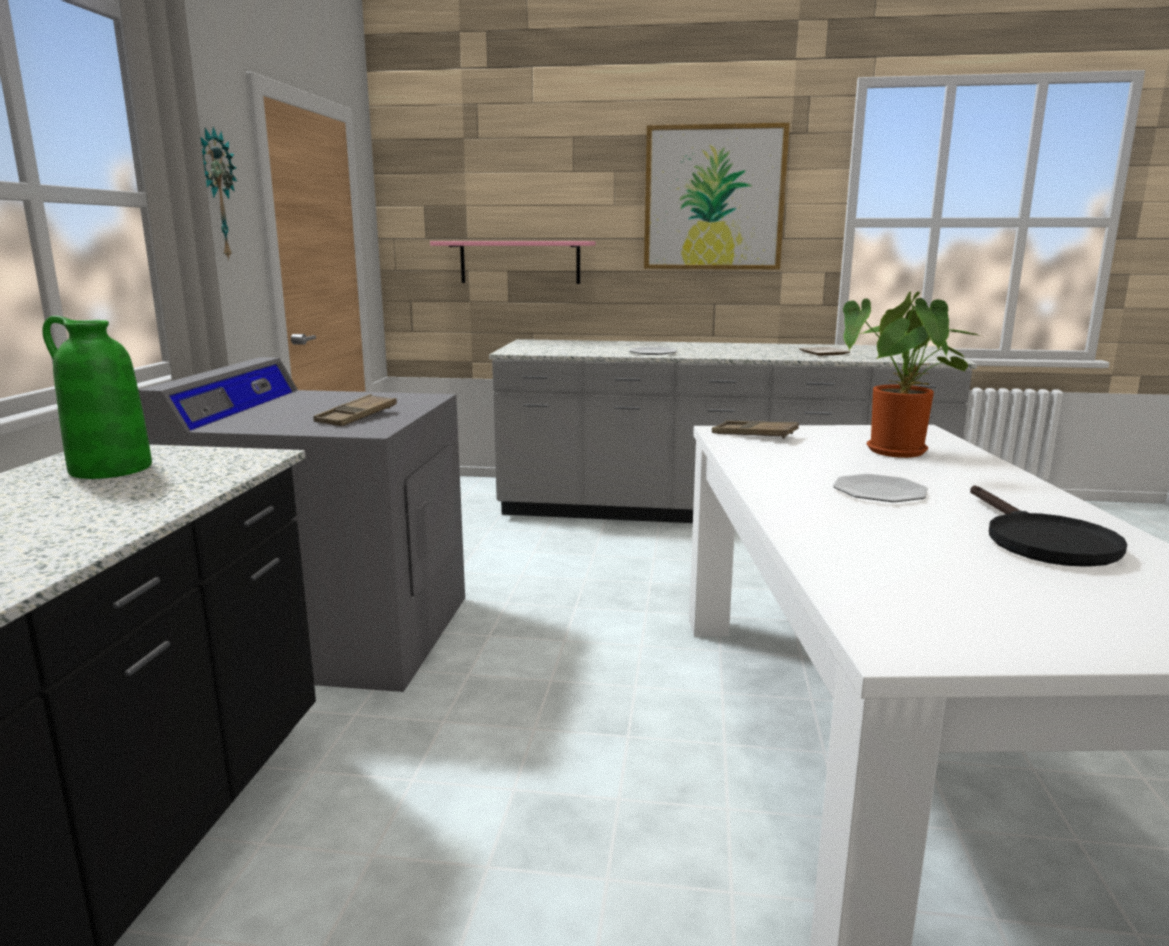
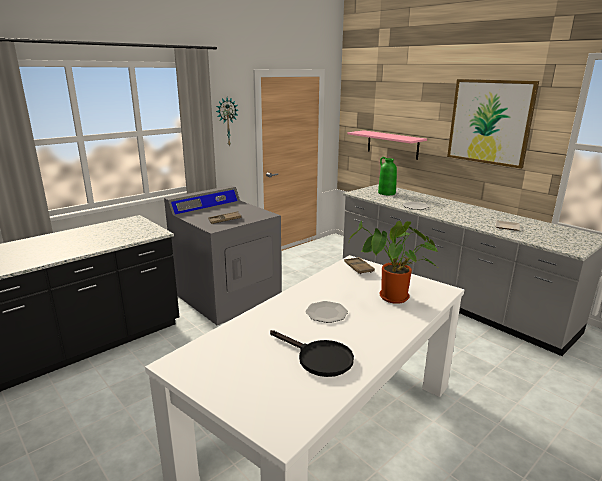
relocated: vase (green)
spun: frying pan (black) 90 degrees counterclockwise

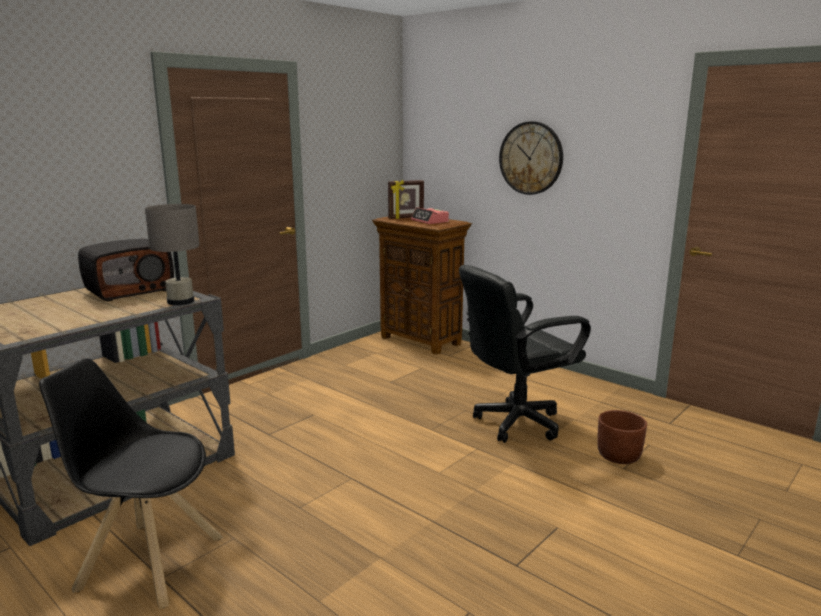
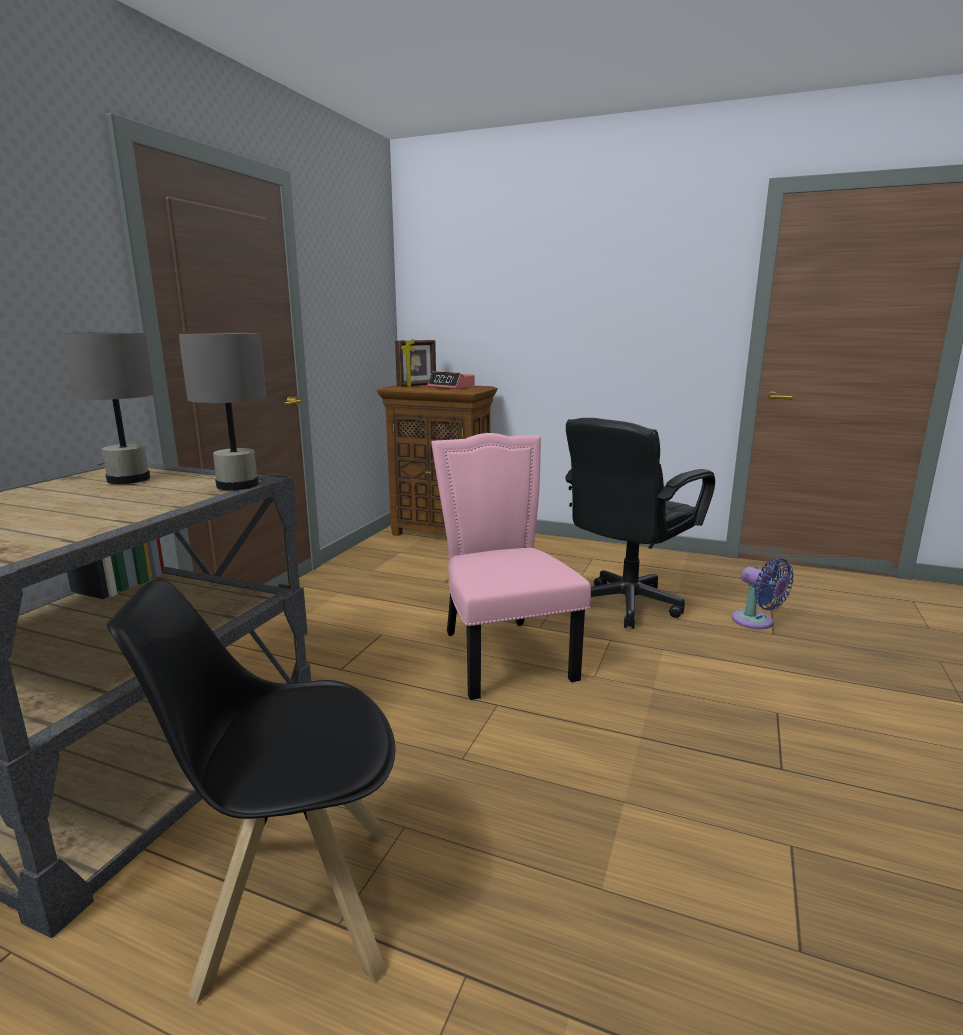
missing: wall clock
appeared: chair (pink)
exchanged: radio to table lamp (grey) (no. 1 from left); planter (brown) to fan (blue)

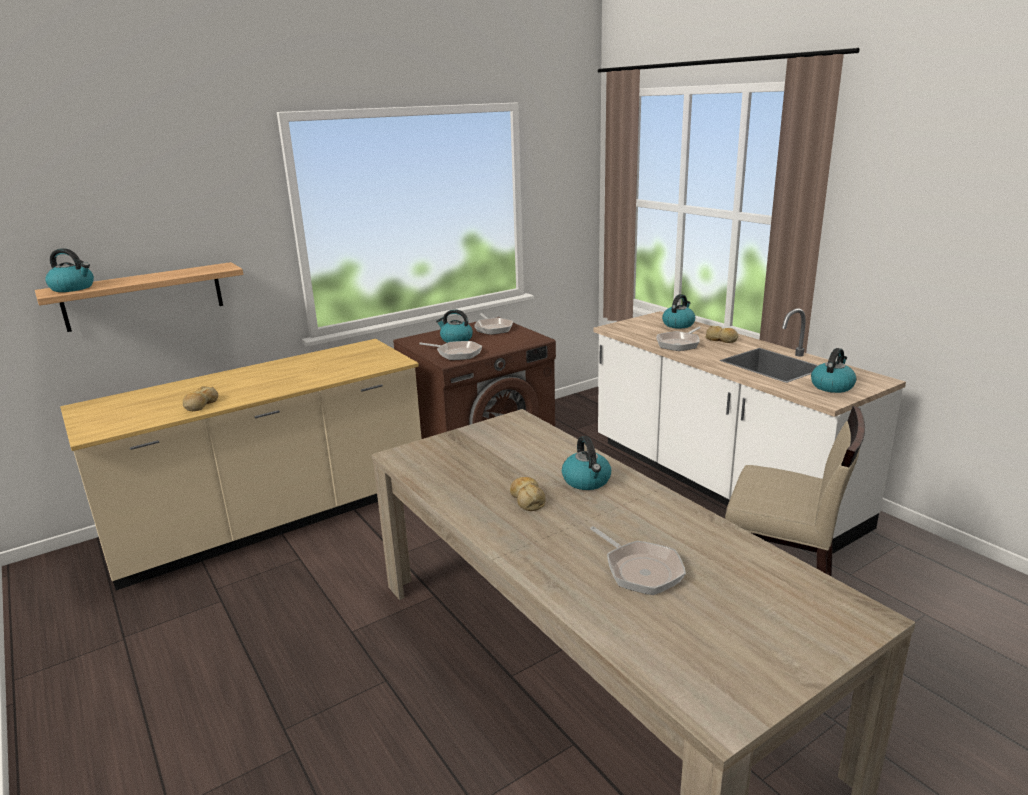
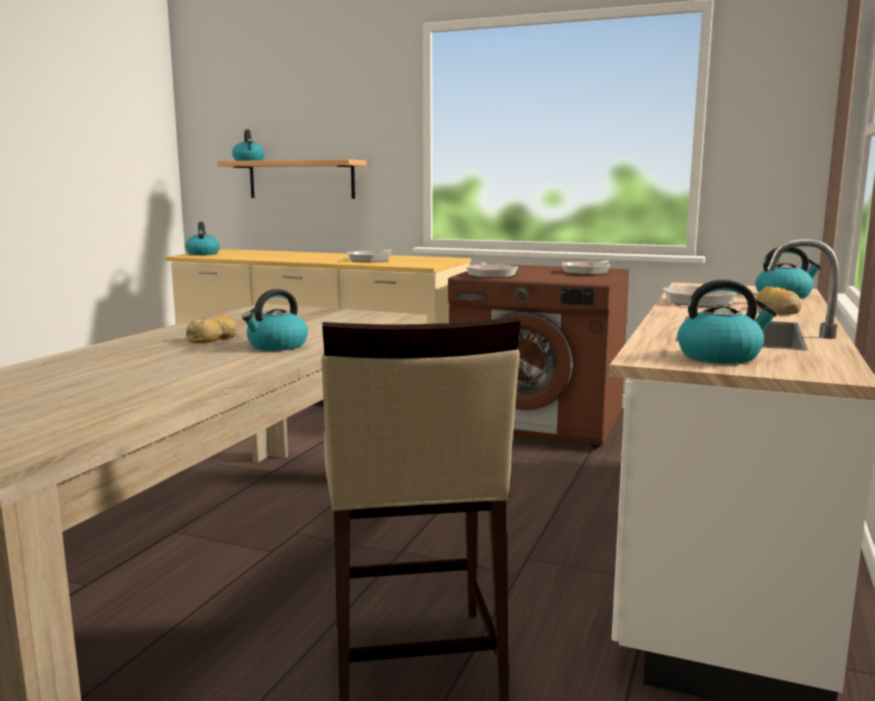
missing: bread (no. 1 from left)
relocated: kettle (no. 2 from left in the first image) to kettle (no. 1 from left); frying pan (no. 3 from left in the first image) to frying pan (no. 1 from left)

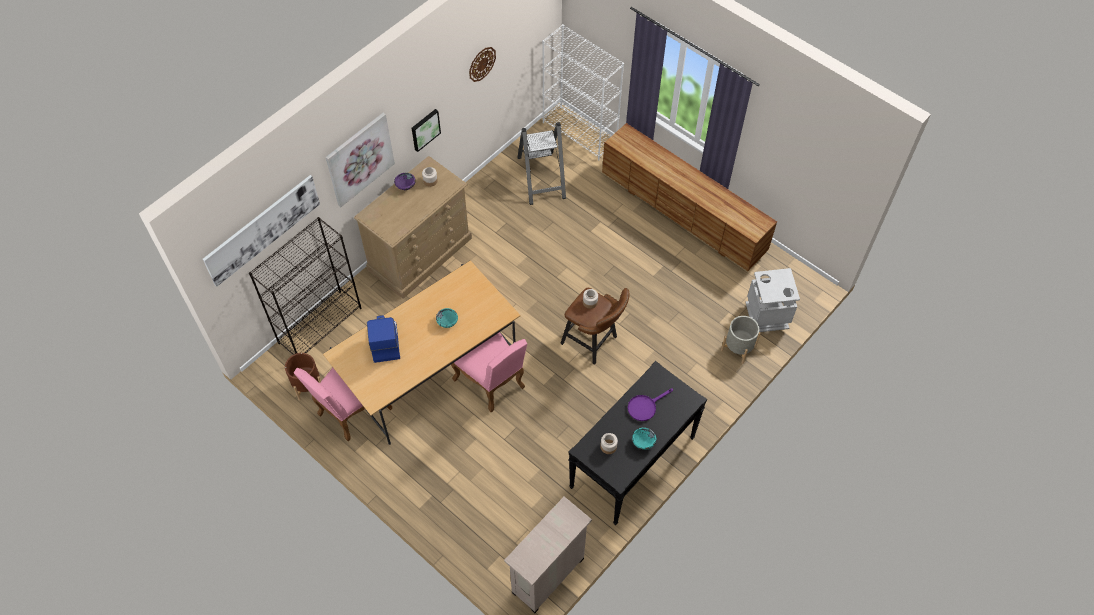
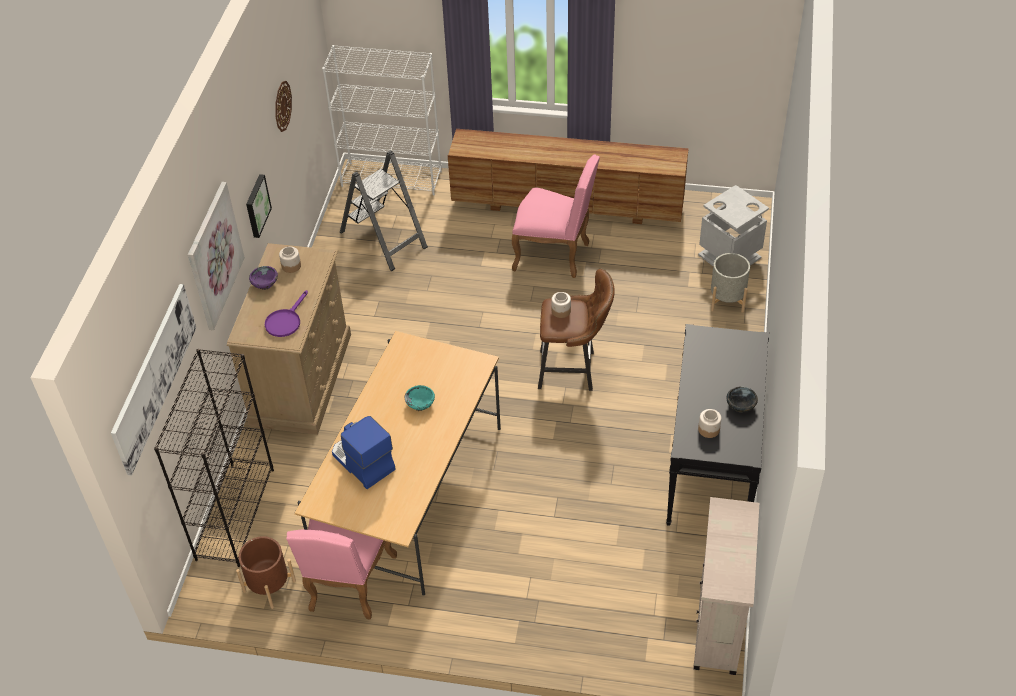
relocated: chair (pink) (no. 2 from left); frying pan (purple)
colour: bowl (turquoise) (no. 2 from left) to bowl (black)

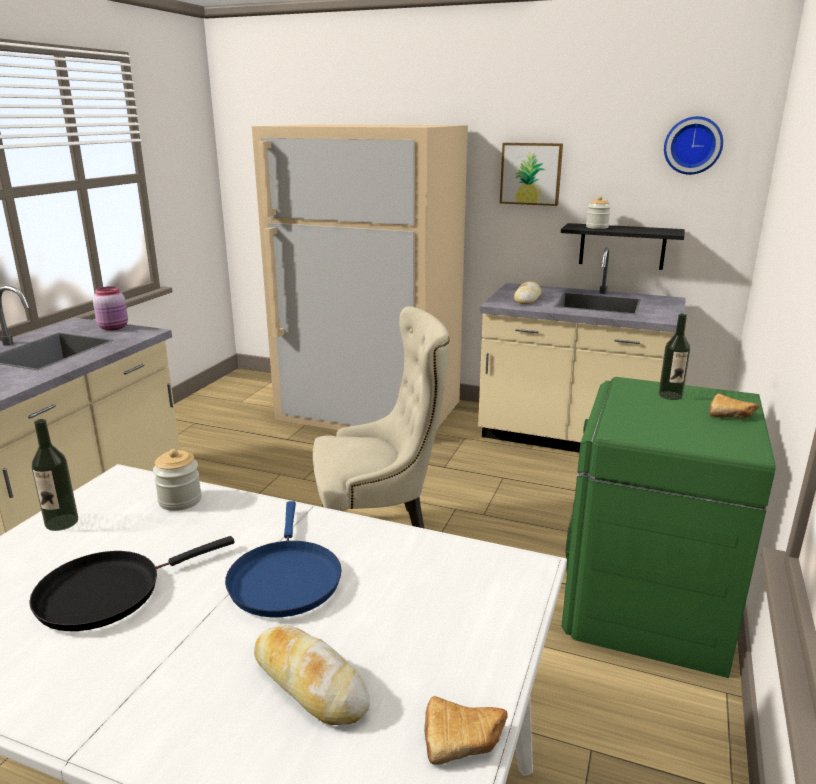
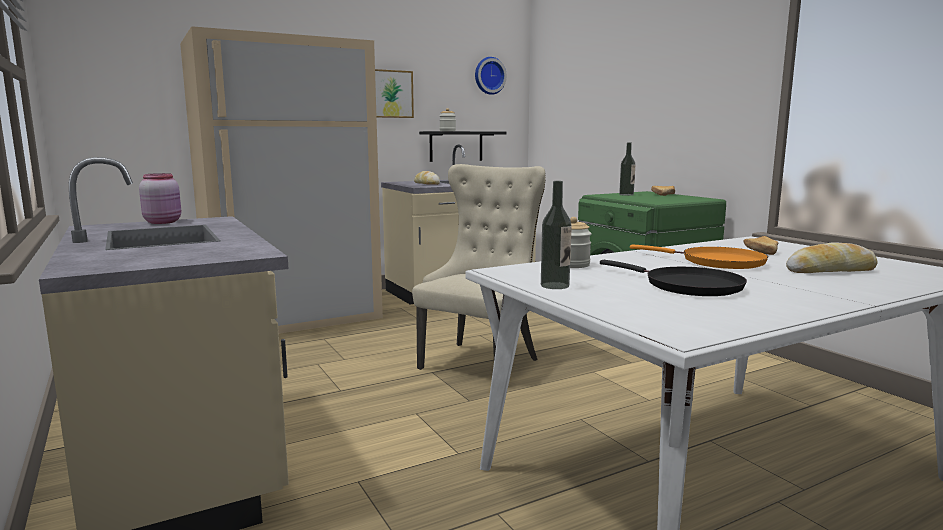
relocated: bread (no. 2 from left in the first image) to bread (no. 3 from left)
colour: frying pan (blue) to frying pan (orange)
spun: frying pan (black) 45 degrees counterclockwise

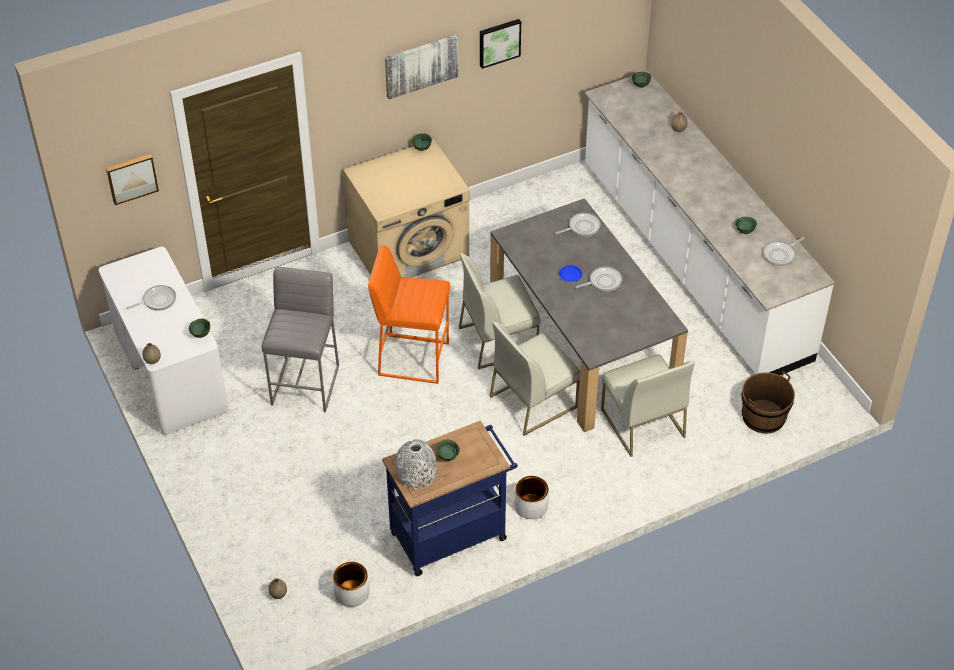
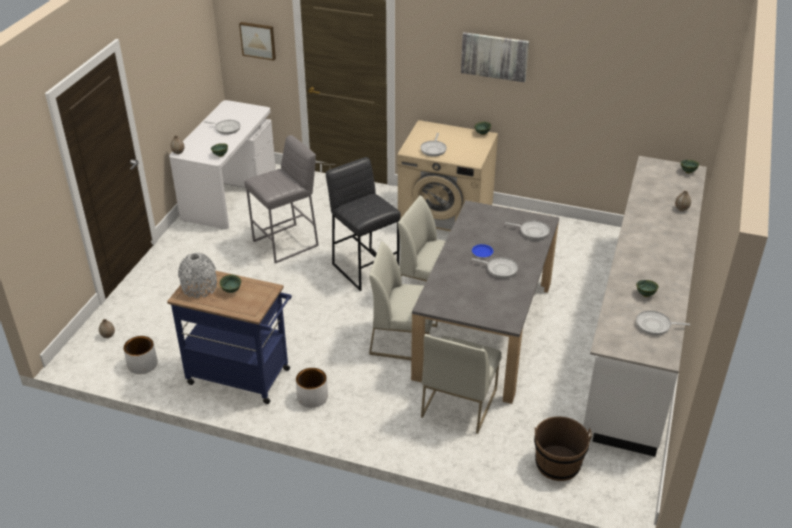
missing: picture (no. 3 from left)
appeared: frying pan (no. 2 from left)
colour: stool (orange) to stool (grey) (no. 2 from left)

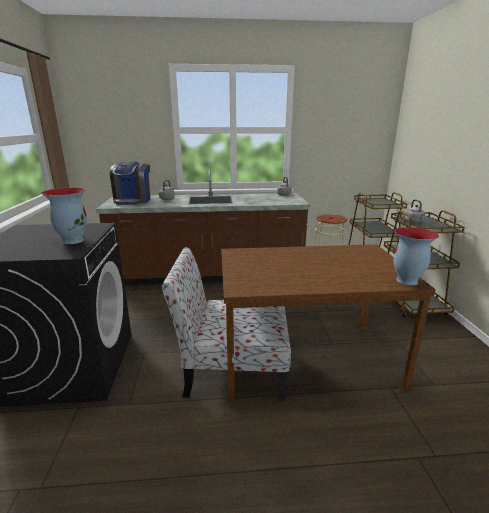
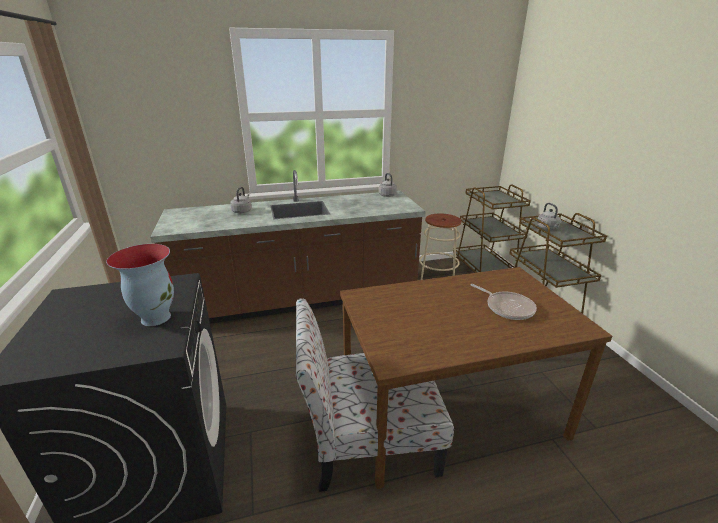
missing: coffee machine; vase (no. 2 from left)
appeared: frying pan

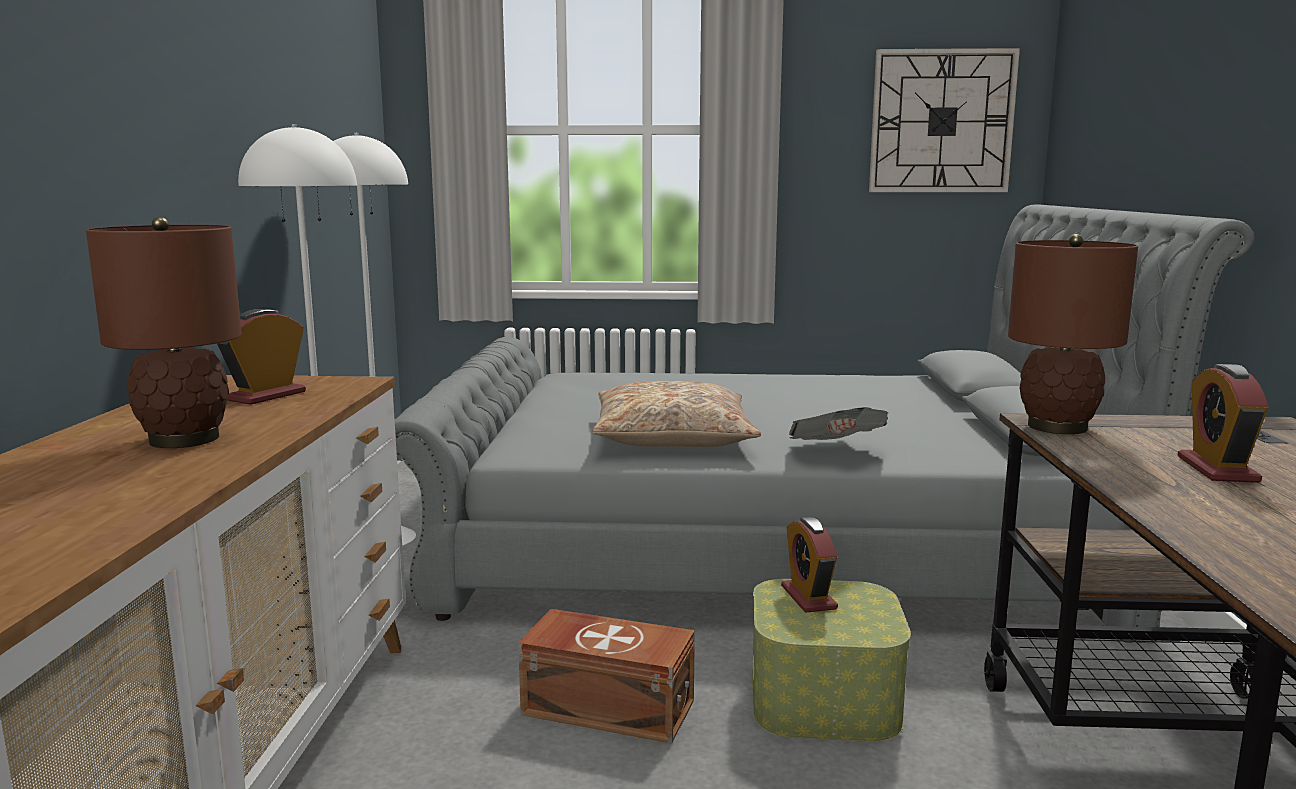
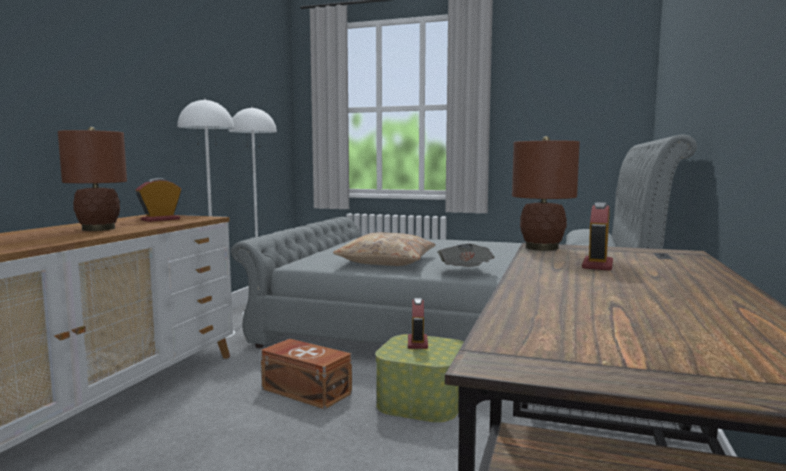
missing: wall clock

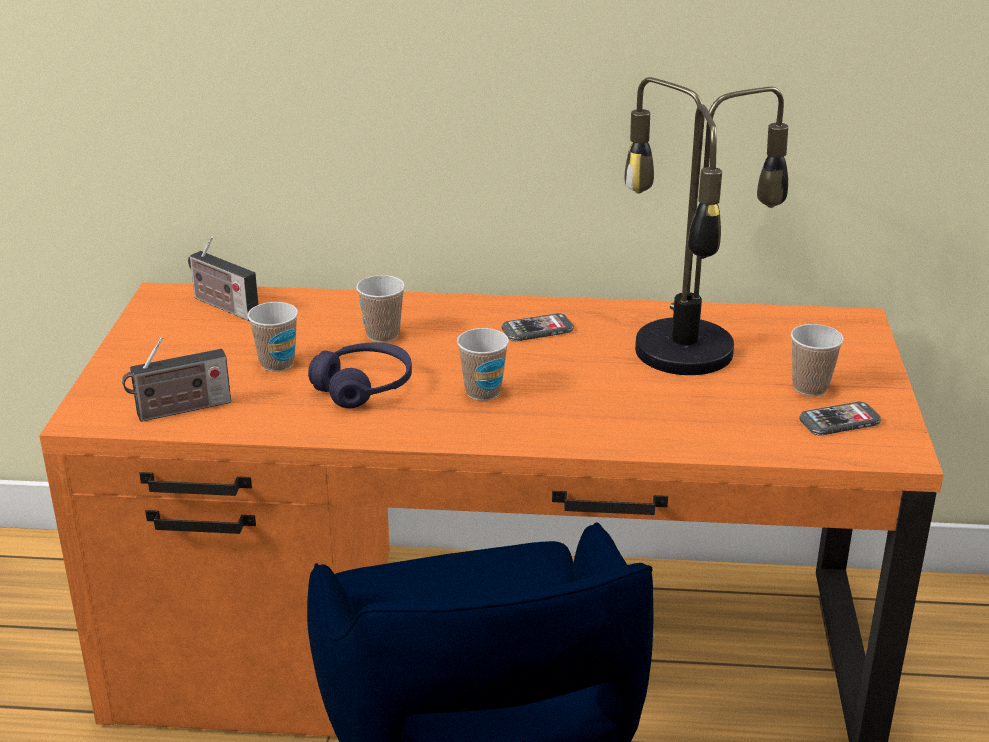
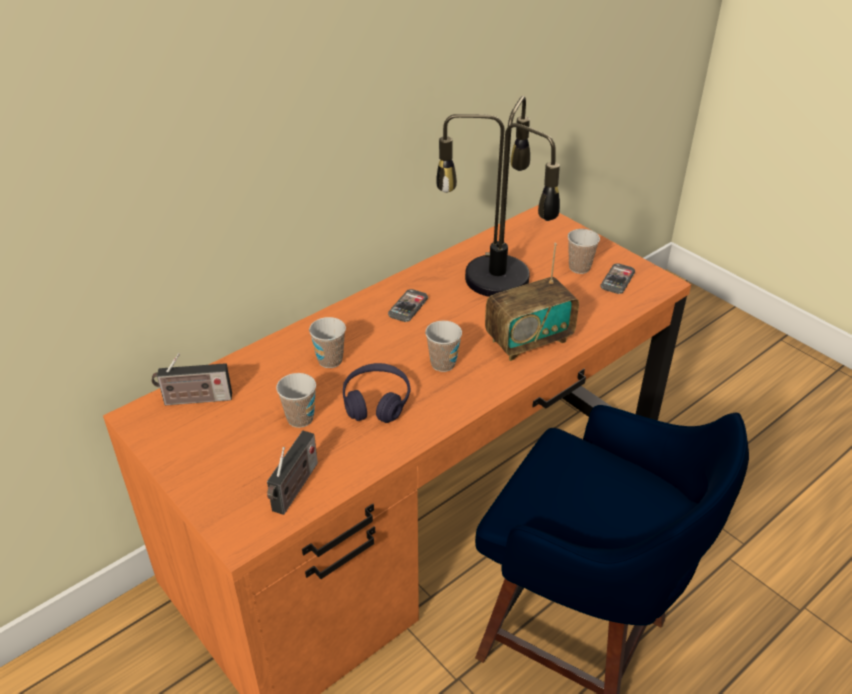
appeared: radio (no. 3 from left)

